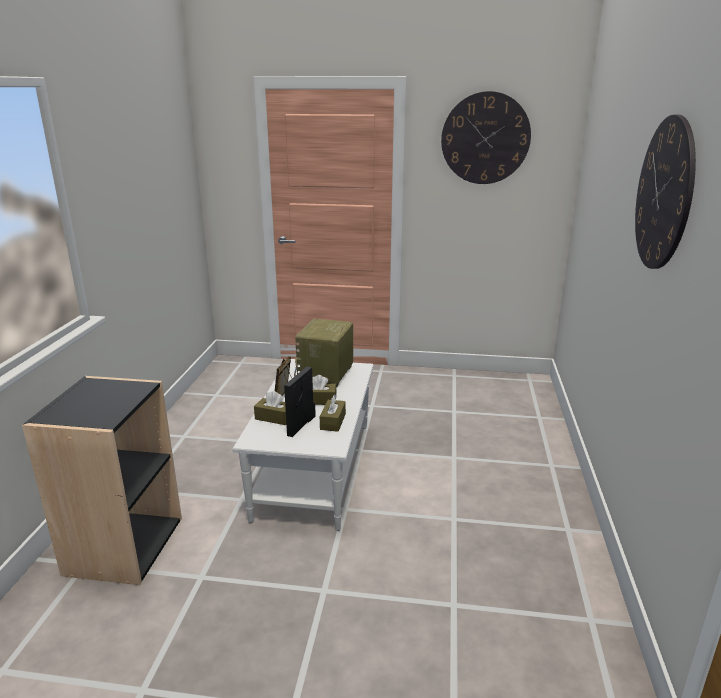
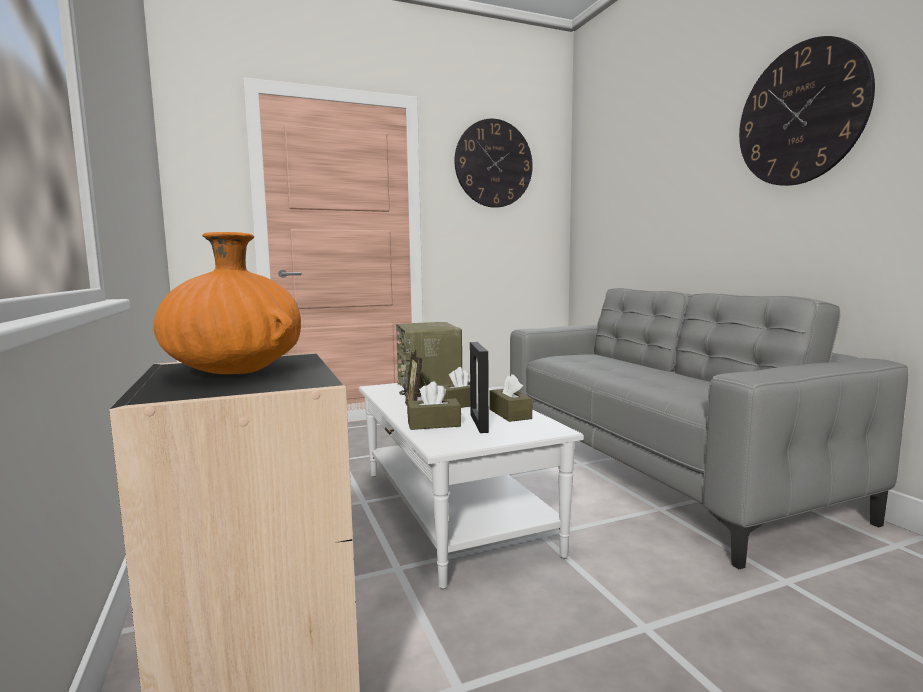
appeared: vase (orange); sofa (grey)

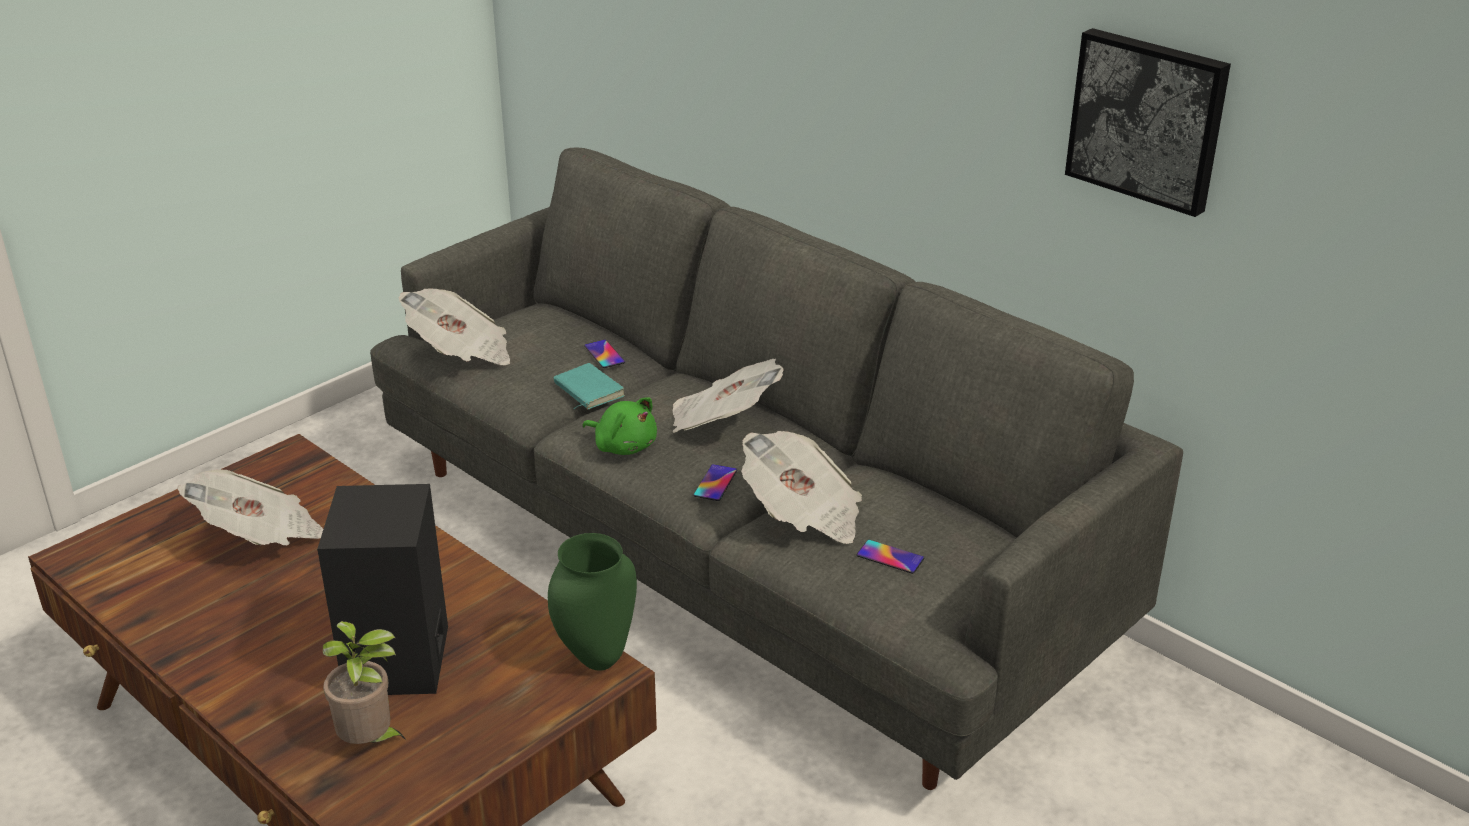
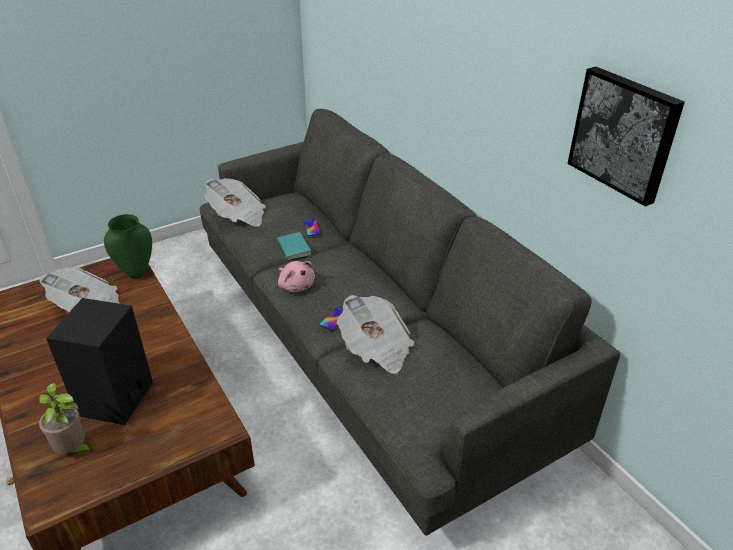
missing: newspaper (no. 3 from left); phone (no. 3 from left)
relocated: vase (green)
colour: plush toy (green) to plush toy (pink)

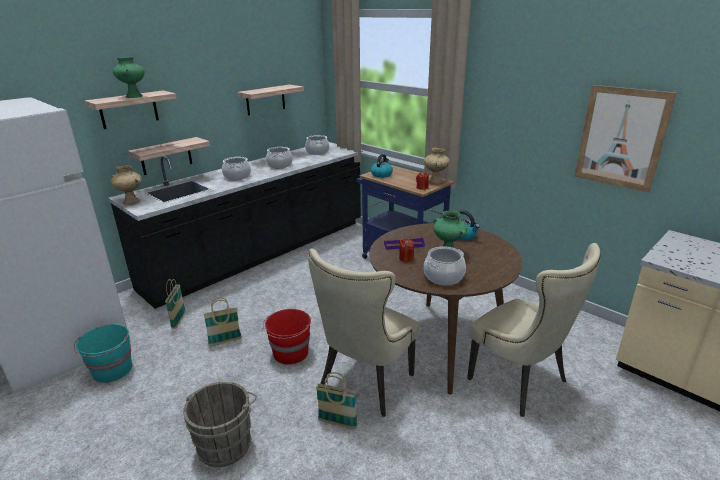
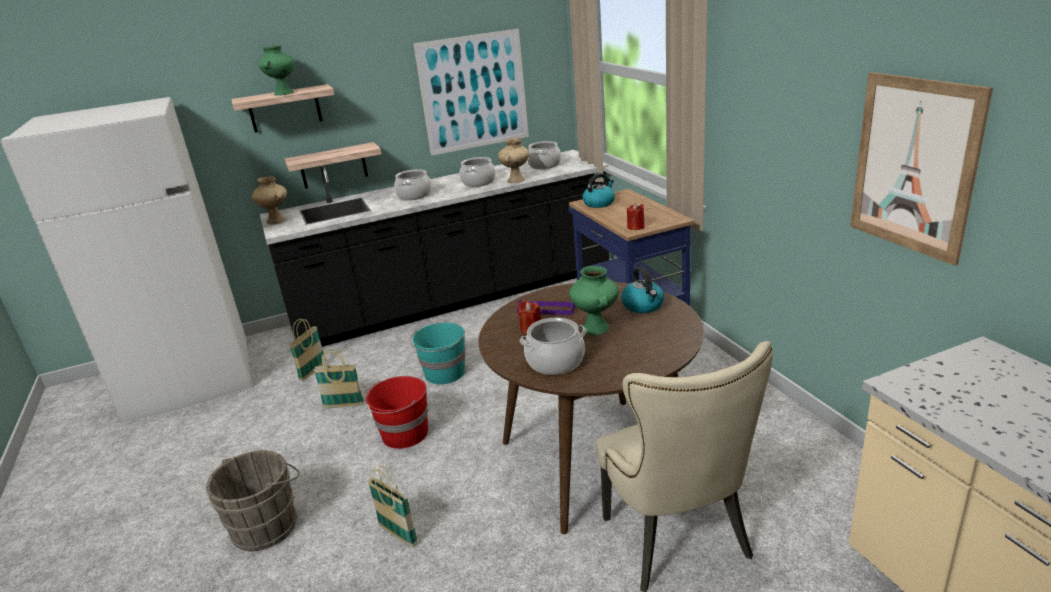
missing: chair (beige) (no. 1 from left)
relocated: vase (beige) (no. 2 from left); bucket (turquoise)
exchanged: shelf (no. 3 from left) to picture (no. 1 from left)

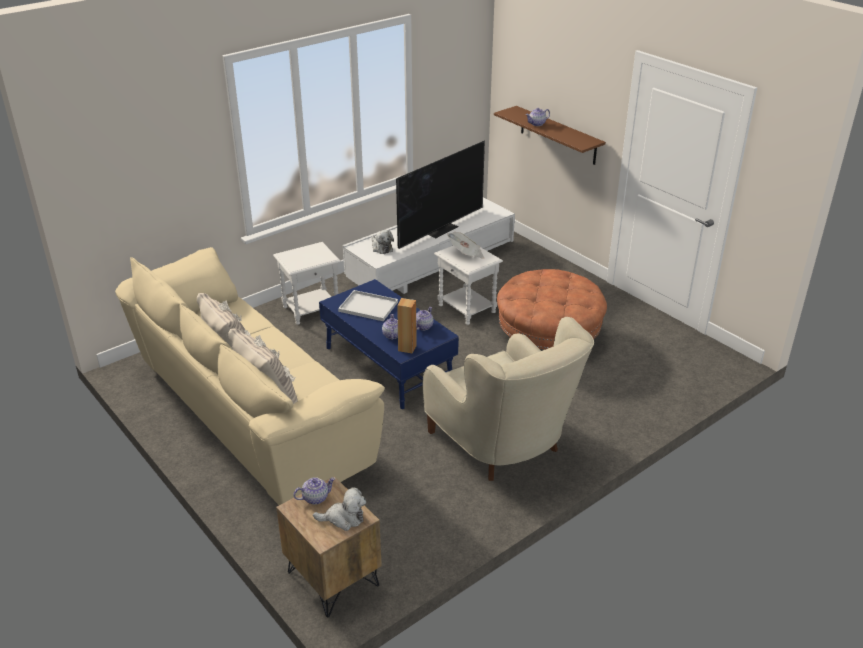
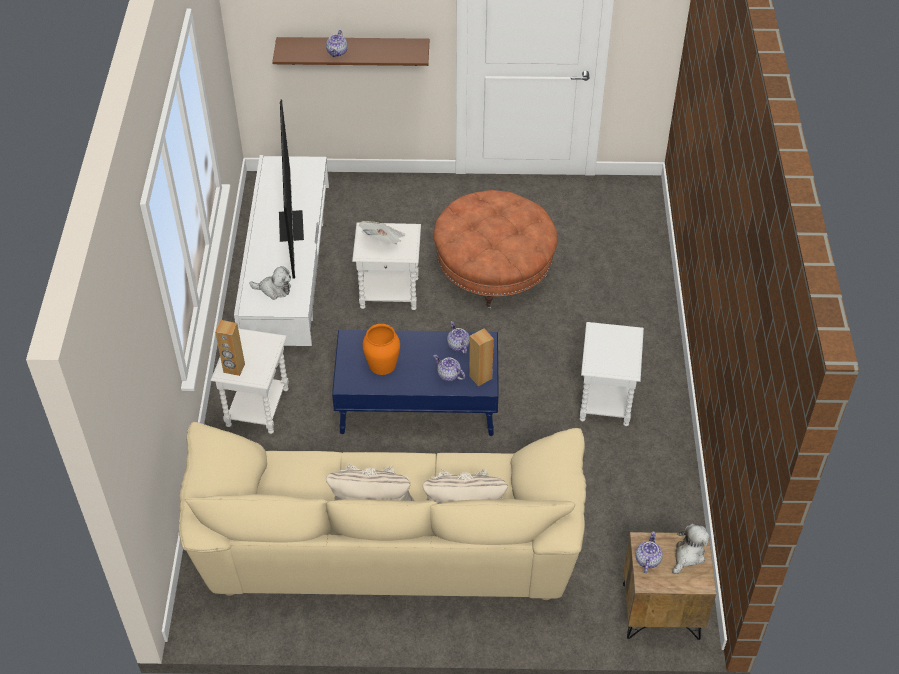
appeared: speaker (brown) (no. 1 from left)
exchanged: tray (white) to vase (orange); armchair (beige) to side table (white) (no. 3 from left)

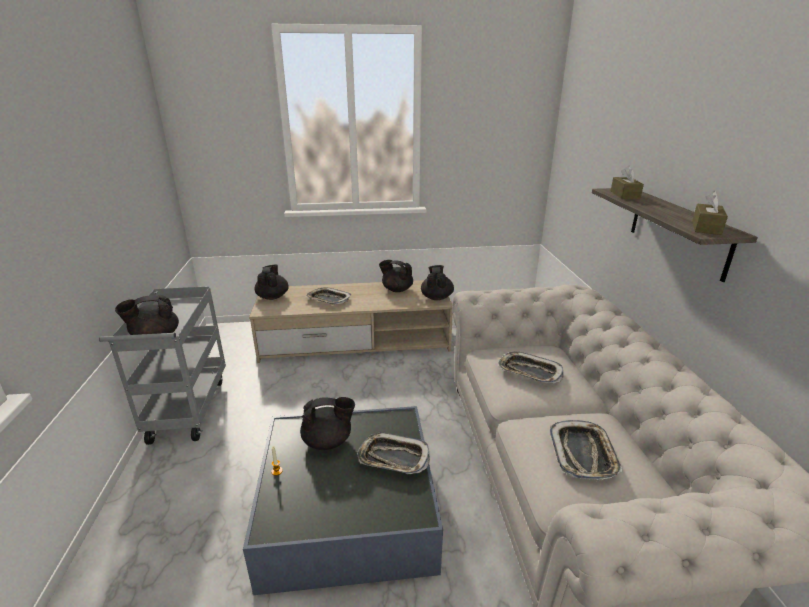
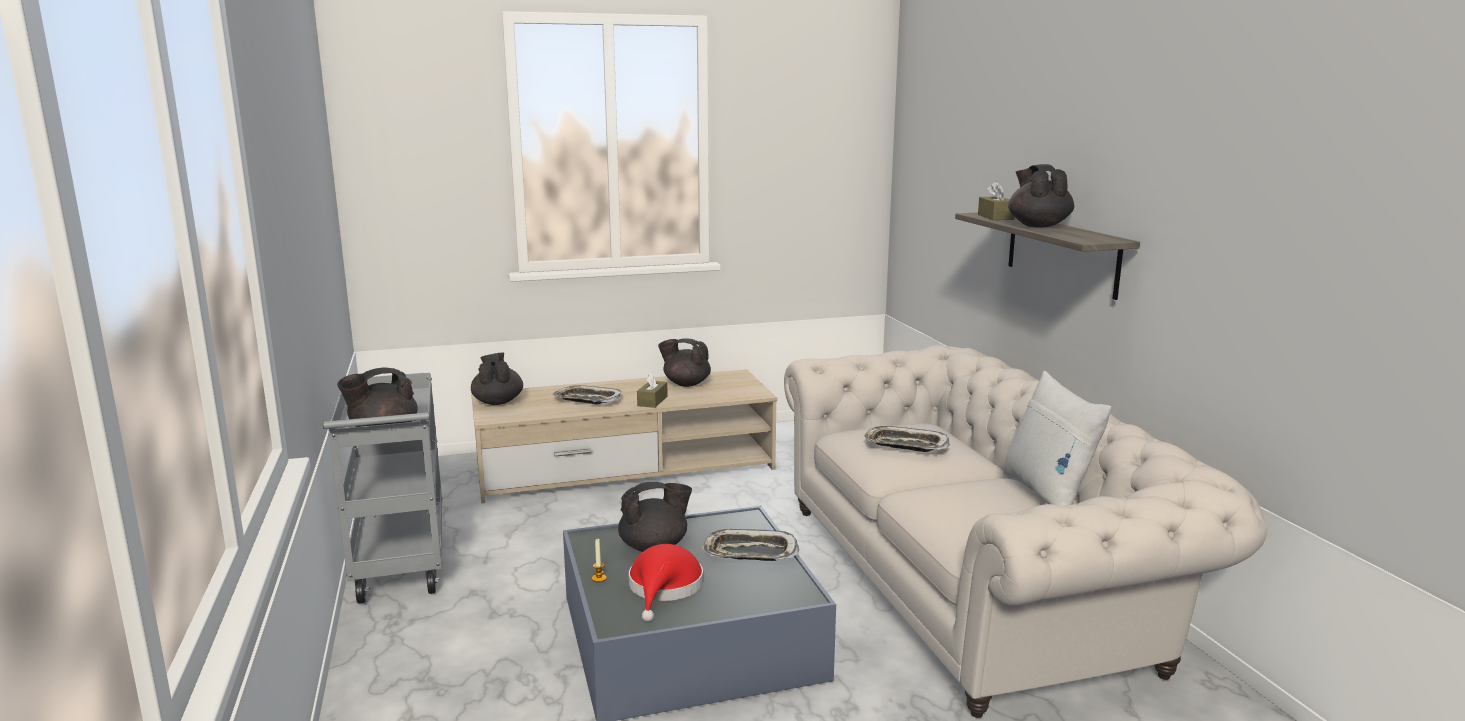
missing: tray (no. 4 from left)
appeared: pillow (grey); hat (red)
relocated: tissue box (brown) (no. 2 from left in the first image) to tissue box (brown) (no. 1 from left); teapot (black) (no. 5 from left)

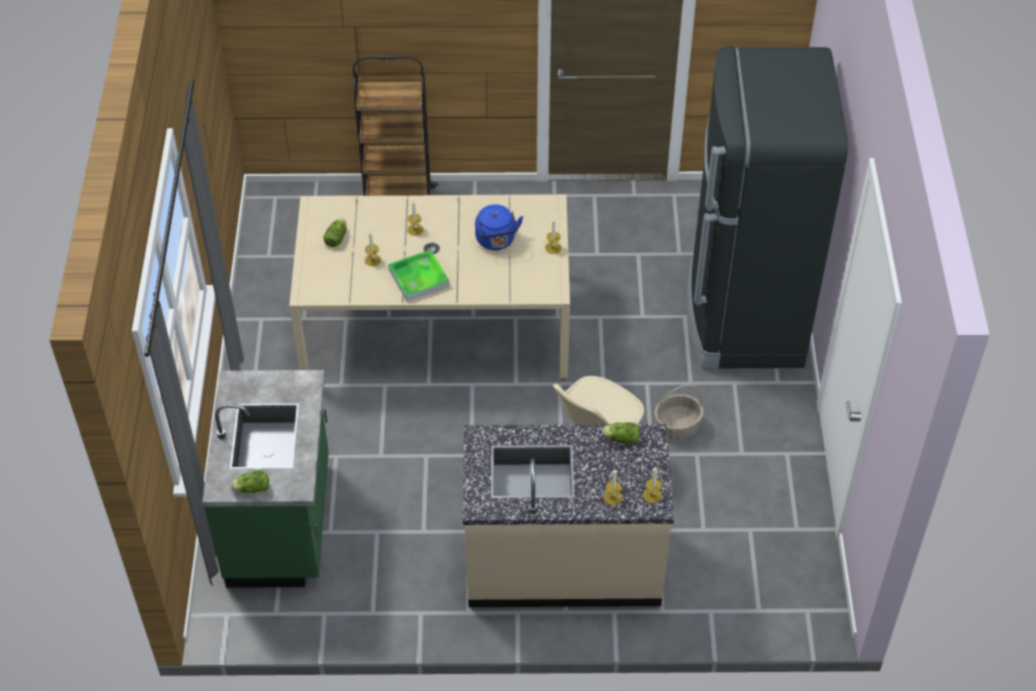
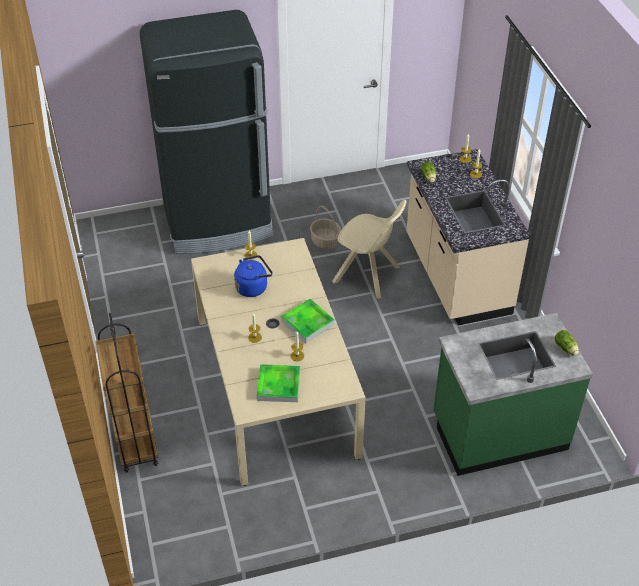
exchanged: lettuce (no. 2 from left) to tray (no. 1 from left)

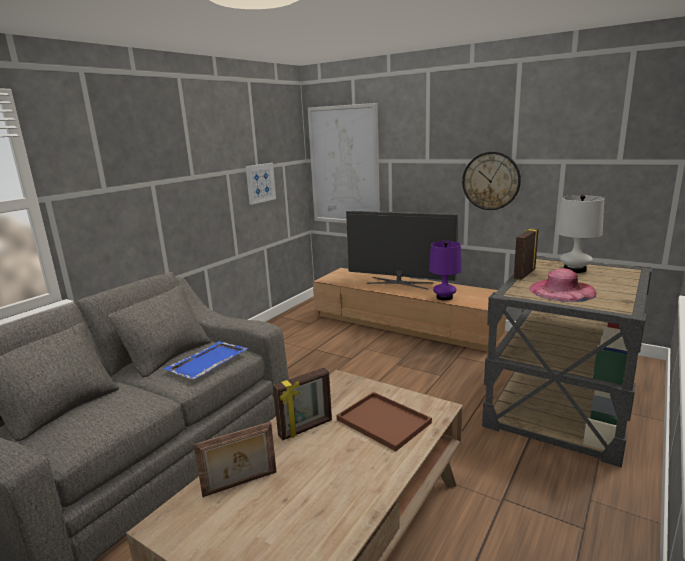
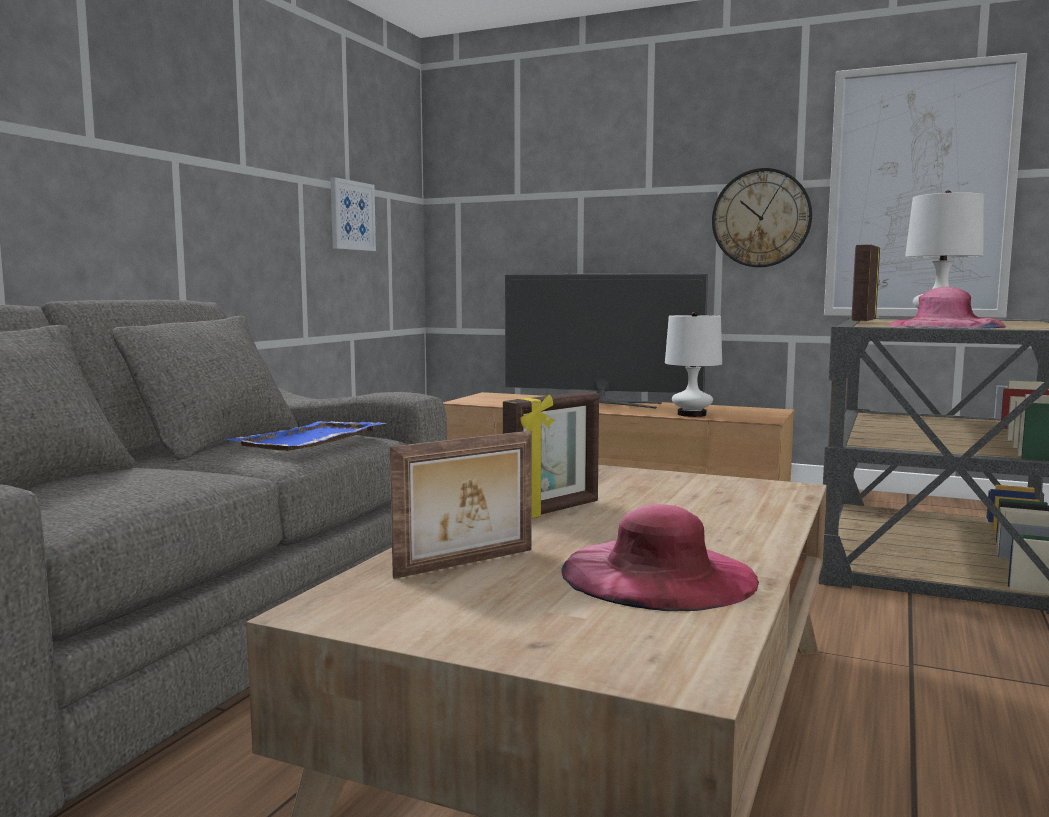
missing: tray (brown)
appeared: hat (pink) (no. 1 from left)
relocated: picture (no. 2 from left)
colour: table lamp (purple) to table lamp (white) (no. 1 from left)

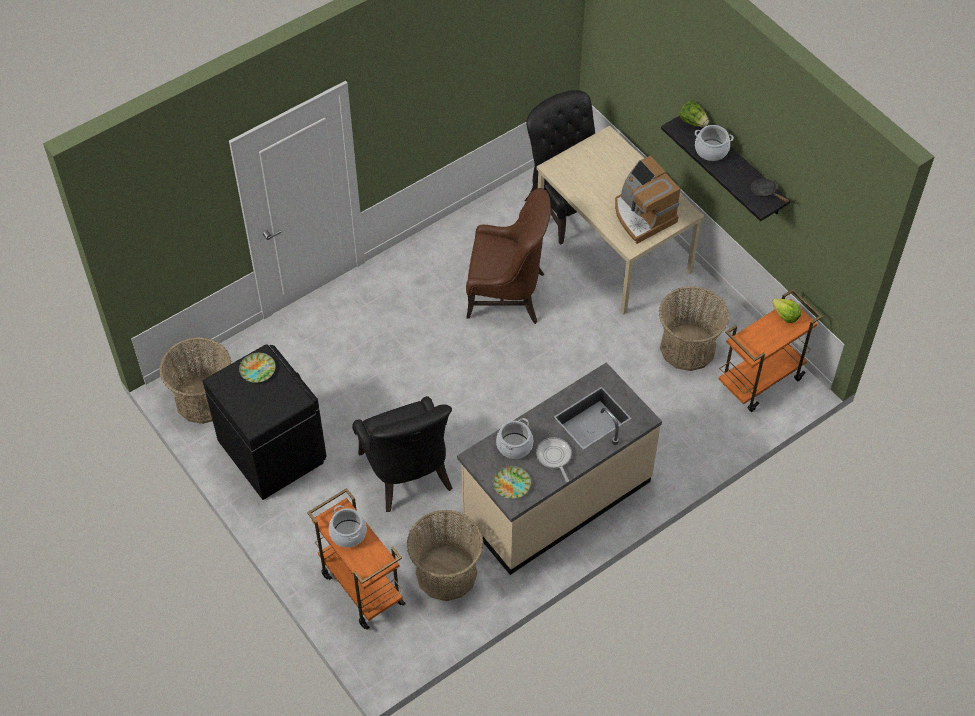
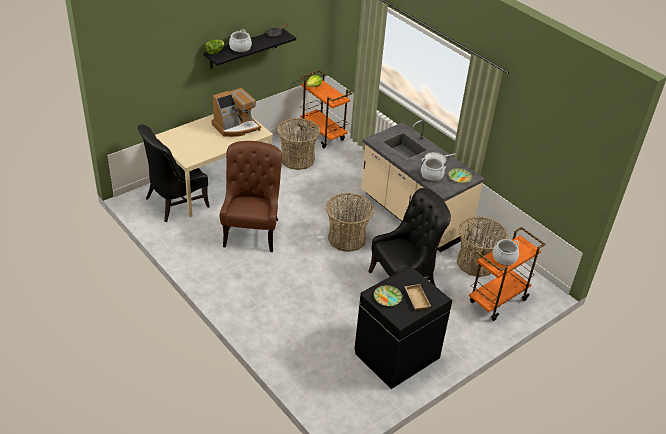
appeared: tray (beige)
relocated: basket (no. 1 from left in the first image) to basket (no. 2 from left)

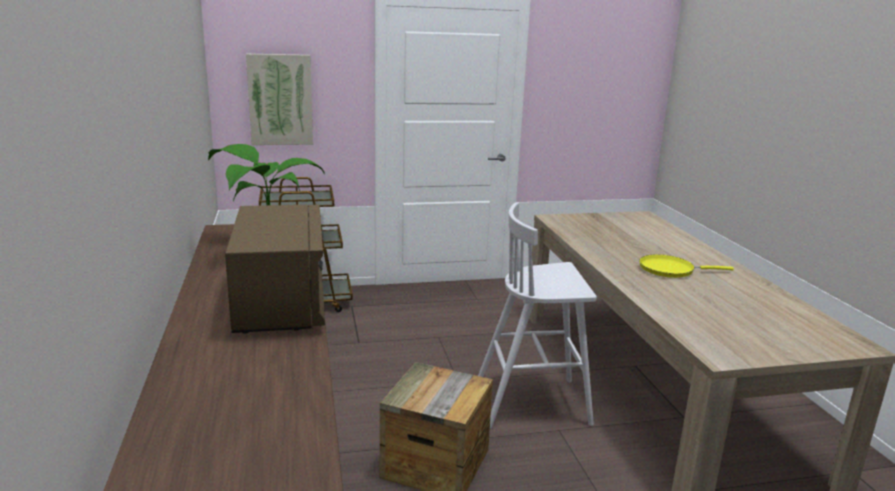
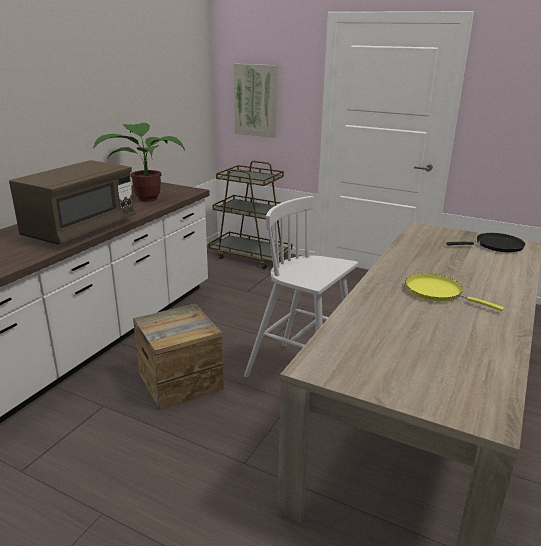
appeared: frying pan (black)

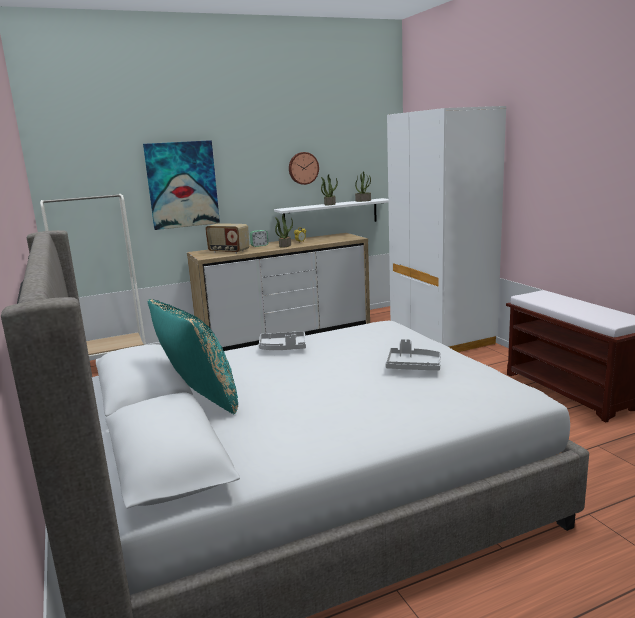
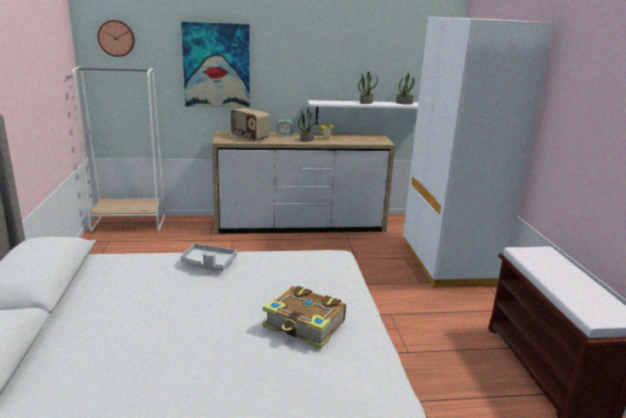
missing: pillow (turquoise)
relocated: wall clock
exchanged: tray (grey) (no. 2 from left) to book

